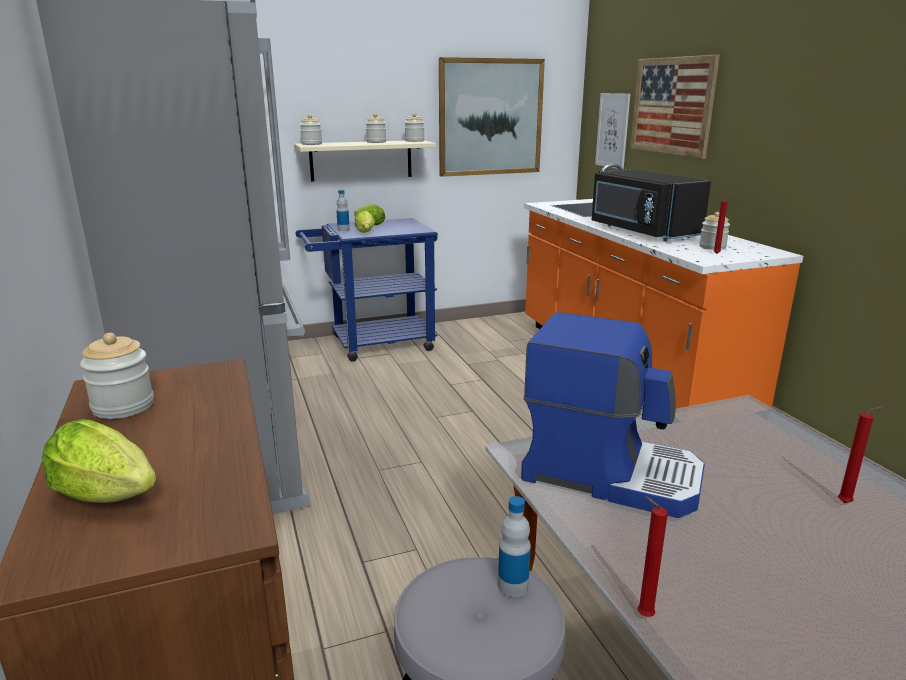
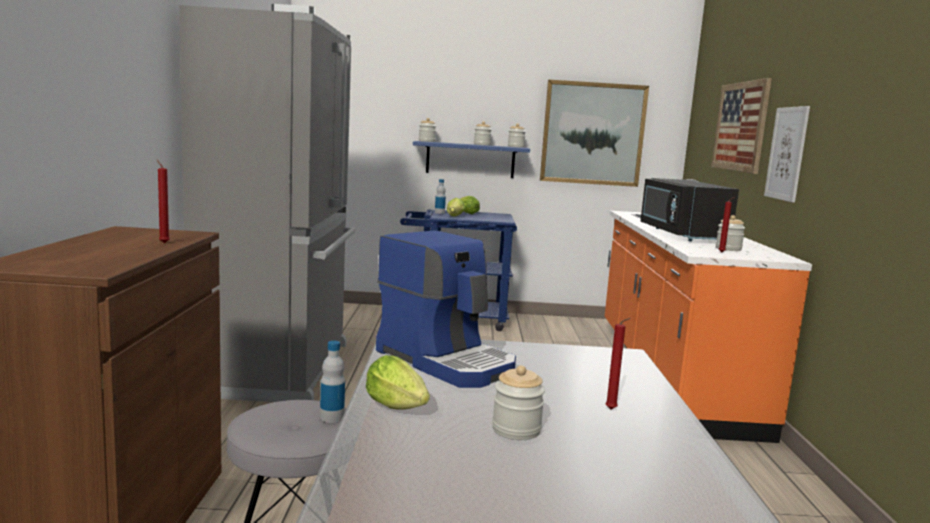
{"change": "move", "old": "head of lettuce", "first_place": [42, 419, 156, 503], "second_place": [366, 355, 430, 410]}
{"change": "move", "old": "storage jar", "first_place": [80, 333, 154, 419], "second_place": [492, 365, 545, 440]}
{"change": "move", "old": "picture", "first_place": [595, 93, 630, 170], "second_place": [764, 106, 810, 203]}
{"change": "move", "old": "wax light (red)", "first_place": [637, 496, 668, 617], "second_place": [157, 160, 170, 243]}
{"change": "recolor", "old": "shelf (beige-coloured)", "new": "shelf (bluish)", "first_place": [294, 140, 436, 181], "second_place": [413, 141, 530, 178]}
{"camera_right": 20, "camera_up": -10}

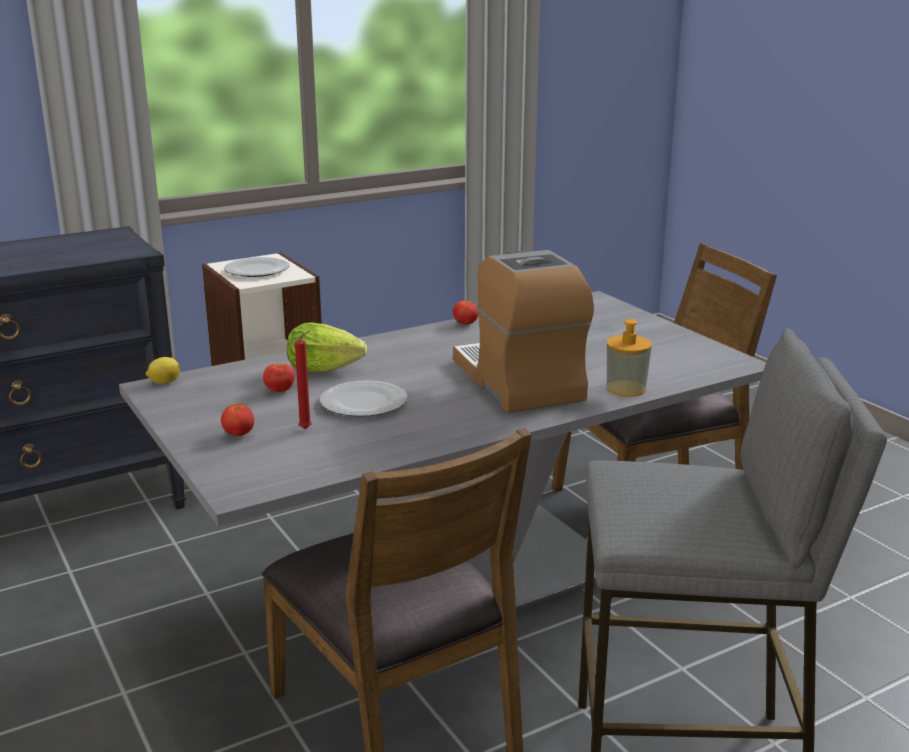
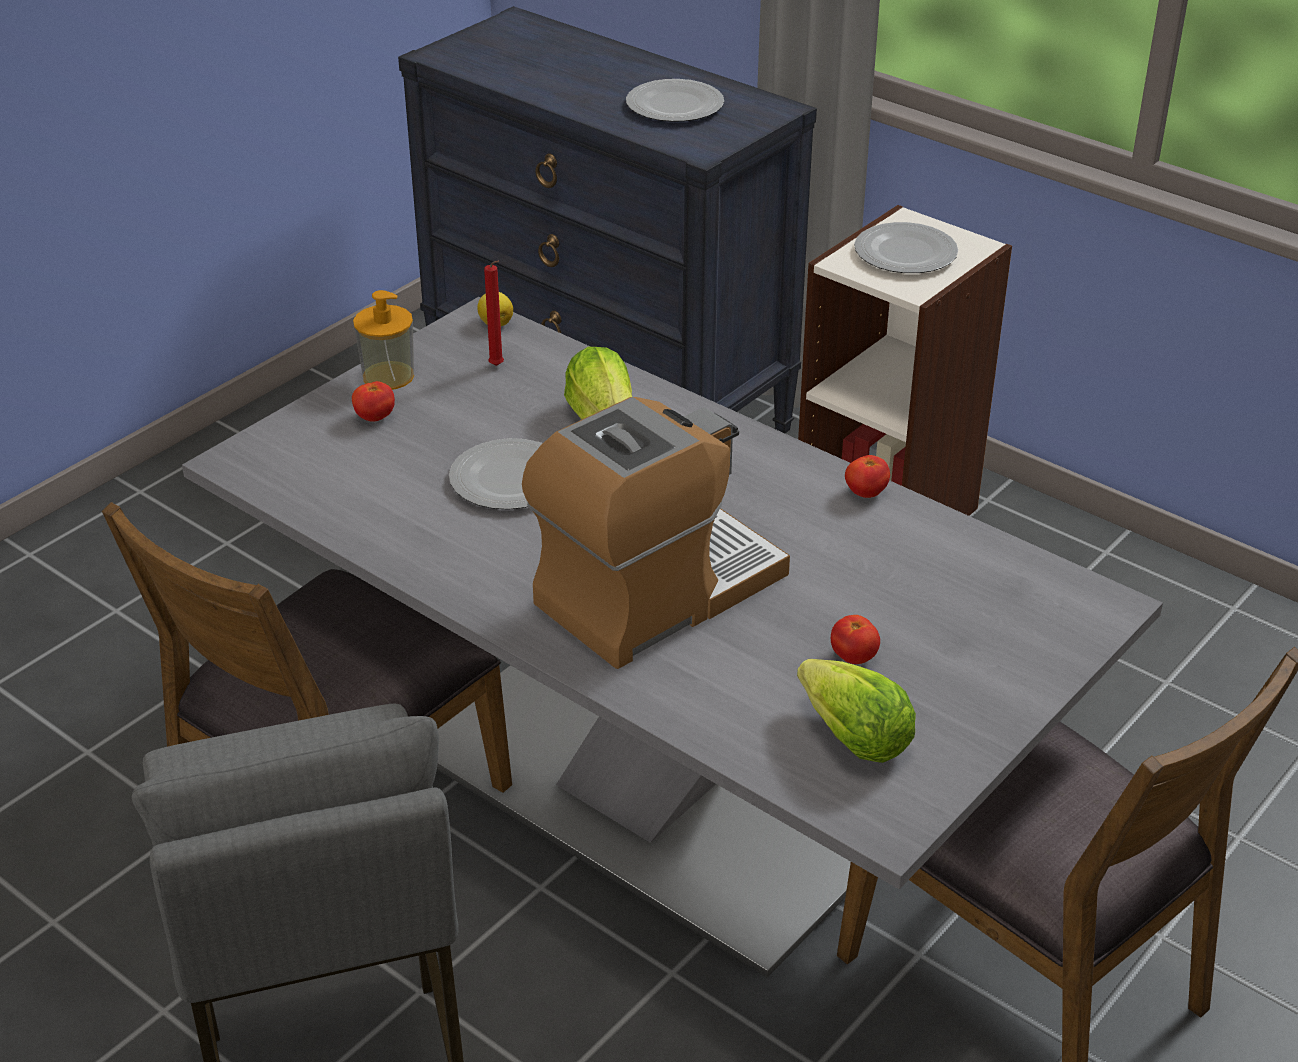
{"change": "insert", "new": "flat dish", "second_place": [626, 79, 724, 122]}
{"change": "insert", "new": "head of lettuce", "second_place": [797, 659, 916, 763]}
{"change": "move", "old": "whole tomato", "first_place": [263, 364, 295, 392], "second_place": [831, 615, 880, 664]}
{"change": "move", "old": "wax light (red)", "first_place": [295, 330, 311, 429], "second_place": [484, 261, 504, 366]}
{"change": "move", "old": "liquid soap bottle", "first_place": [607, 319, 652, 397], "second_place": [353, 290, 414, 390]}
{"camera_right": 70, "camera_up": 15}

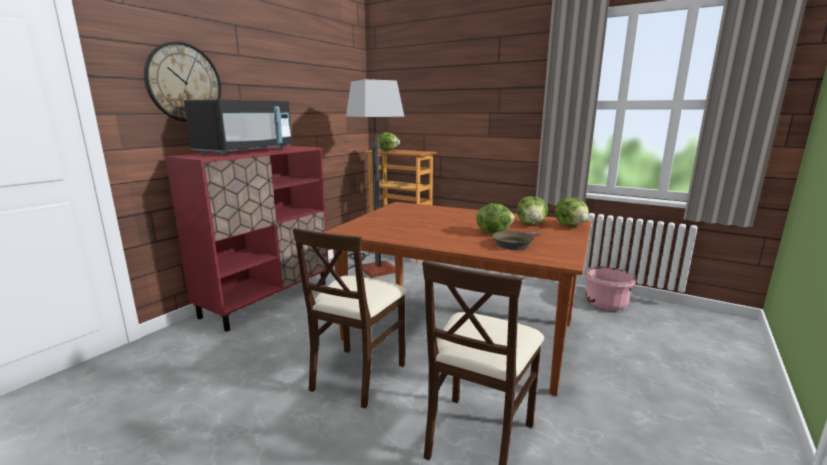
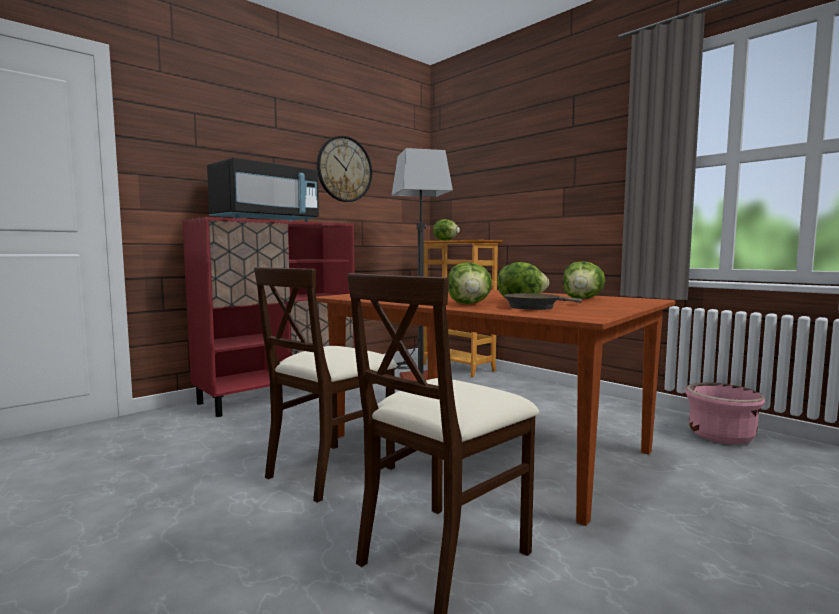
{"change": "move", "old": "wall clock", "first_place": [144, 42, 221, 122], "second_place": [317, 136, 372, 202]}
{"change": "move", "old": "head of lettuce", "first_place": [555, 197, 589, 226], "second_place": [448, 262, 492, 304]}
{"camera_right": 15, "camera_up": -10}

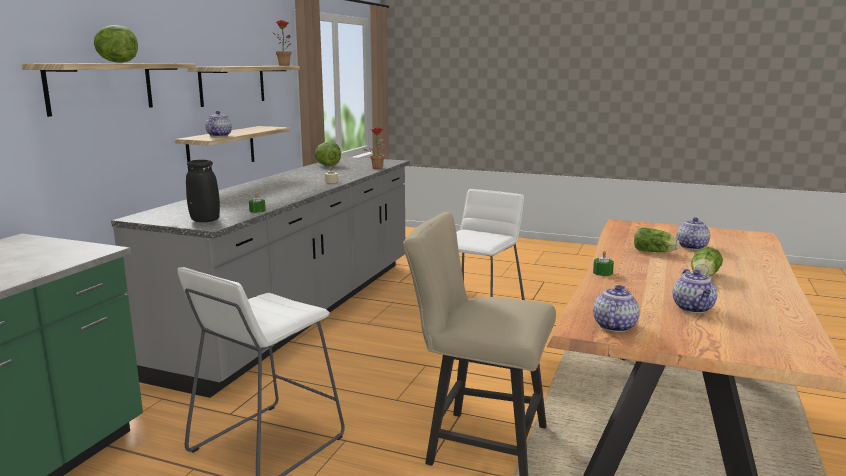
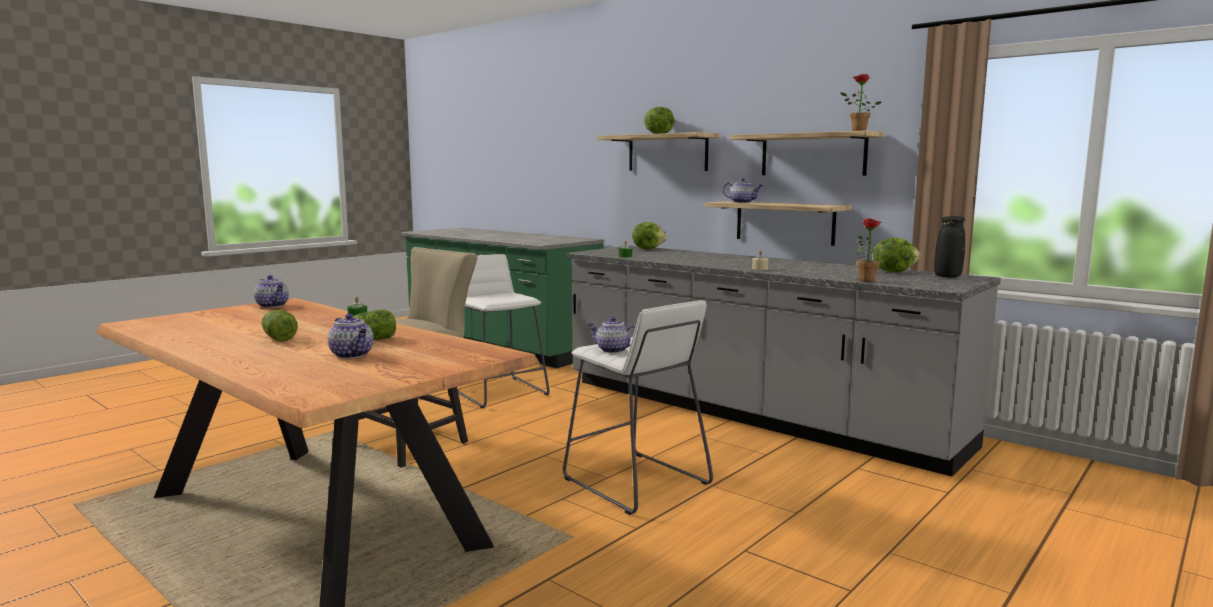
{"change": "insert", "new": "head of lettuce", "second_place": [632, 222, 667, 249]}
{"change": "move", "old": "vase (blackish)", "first_place": [186, 160, 220, 222], "second_place": [934, 216, 965, 278]}
{"change": "move", "old": "tea pot", "first_place": [672, 269, 717, 313], "second_place": [587, 317, 635, 353]}
{"camera_right": 110, "camera_up": -5}

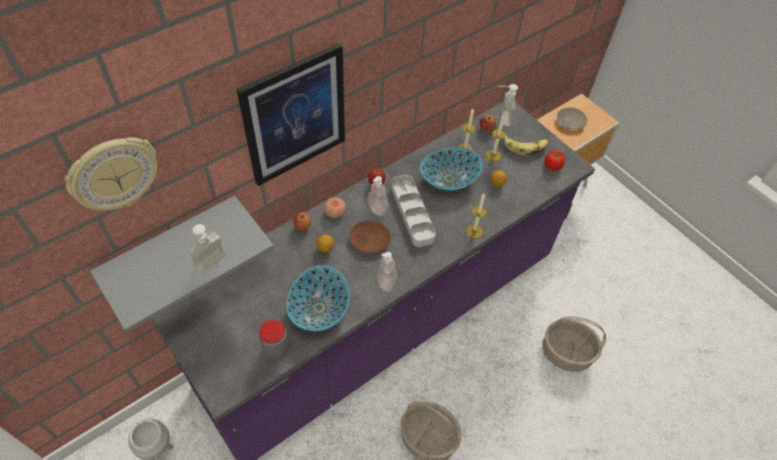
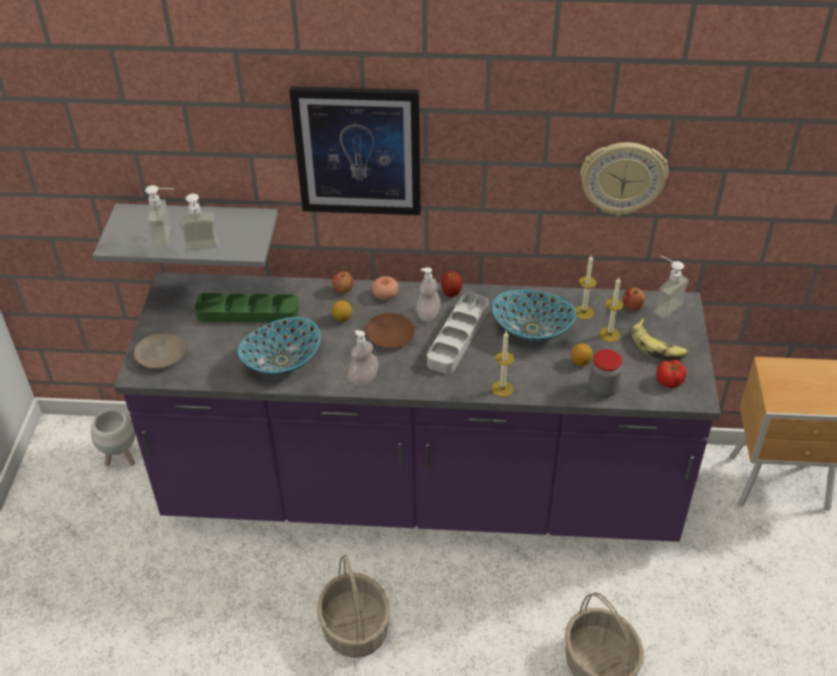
{"change": "insert", "new": "liquid soap bottle", "second_place": [145, 185, 174, 248]}
{"change": "insert", "new": "carrying tray (green)", "second_place": [194, 293, 299, 323]}
{"change": "move", "old": "wall clock", "first_place": [65, 137, 158, 210], "second_place": [580, 142, 669, 216]}
{"change": "move", "old": "storage jar", "first_place": [259, 320, 288, 358], "second_place": [589, 349, 622, 397]}
{"change": "move", "old": "flat dish (beige-coloured)", "first_place": [557, 107, 587, 129], "second_place": [134, 333, 185, 368]}
{"camera_right": 45, "camera_up": -10}

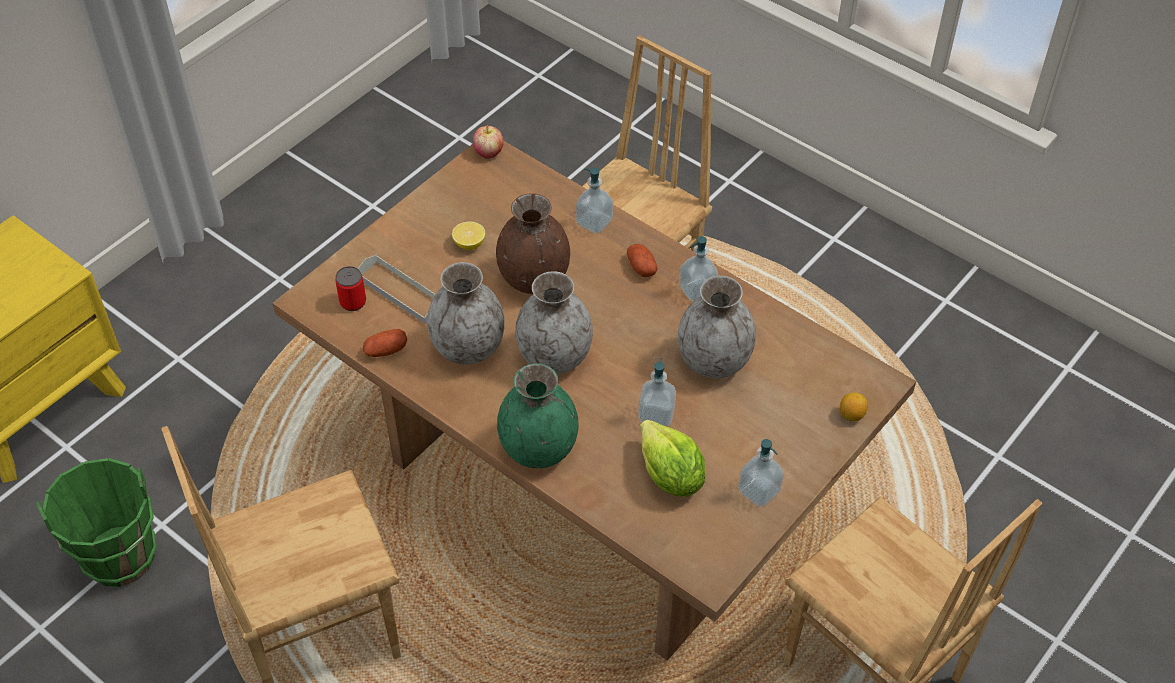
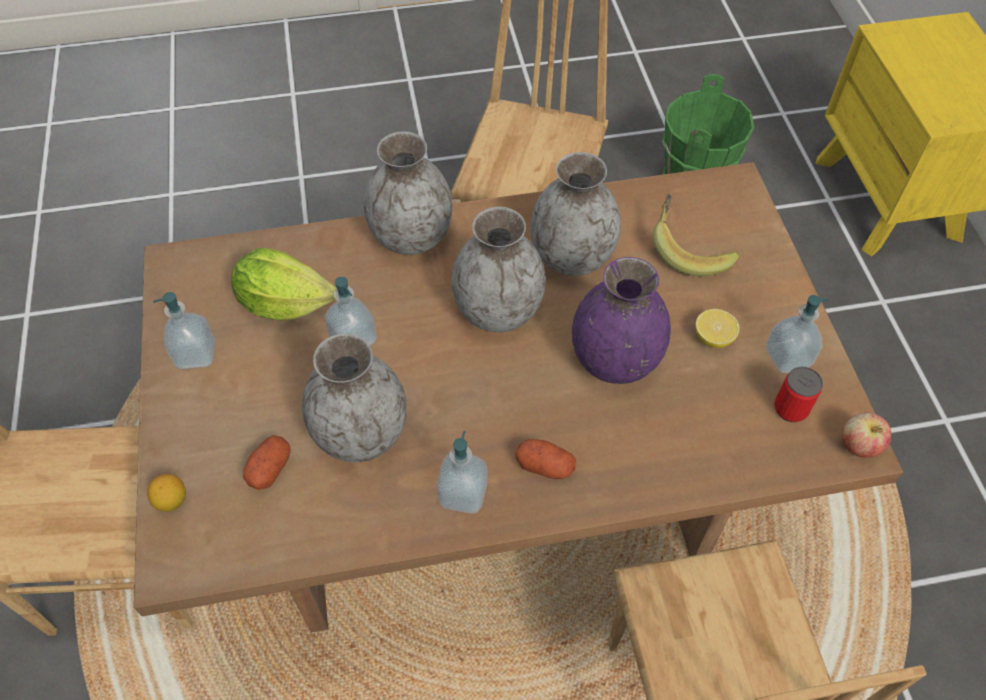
{"change": "move", "old": "metal can", "first_place": [335, 266, 366, 311], "second_place": [774, 367, 823, 422]}
{"change": "move", "old": "potato", "first_place": [363, 329, 407, 357], "second_place": [243, 435, 291, 490]}
{"change": "move", "old": "liquid soap bottle", "first_place": [576, 168, 613, 234], "second_place": [766, 295, 829, 374]}
{"change": "replace", "old": "carrying tray (grey)", "new": "banana", "first_place": [358, 255, 436, 324], "second_place": [652, 194, 739, 276]}
{"change": "recolor", "old": "vase (brown)", "new": "vase (purple)", "first_place": [496, 193, 570, 294], "second_place": [572, 257, 671, 384]}
{"change": "recolor", "old": "vase (green)", "new": "vase (grey)", "first_place": [497, 363, 578, 468], "second_place": [363, 131, 453, 255]}
{"camera_right": 130, "camera_up": 5}

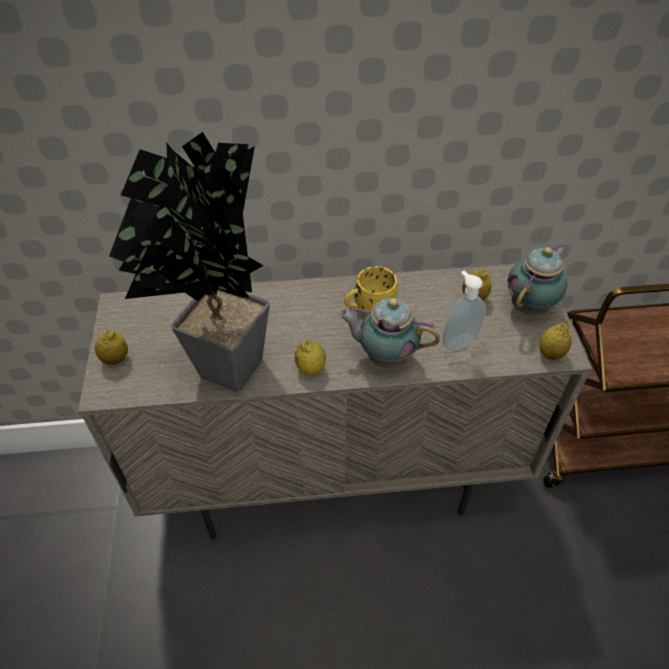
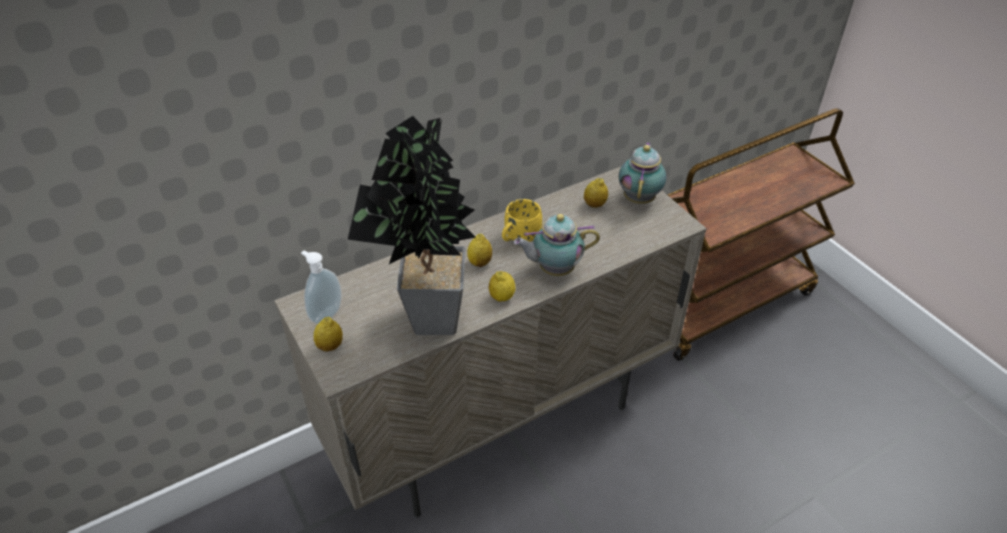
{"change": "move", "old": "liquid soap bottle", "first_place": [442, 271, 486, 351], "second_place": [301, 250, 342, 324]}
{"change": "move", "old": "citrus fruit", "first_place": [539, 323, 572, 360], "second_place": [467, 234, 492, 267]}
{"camera_right": -25, "camera_up": -5}

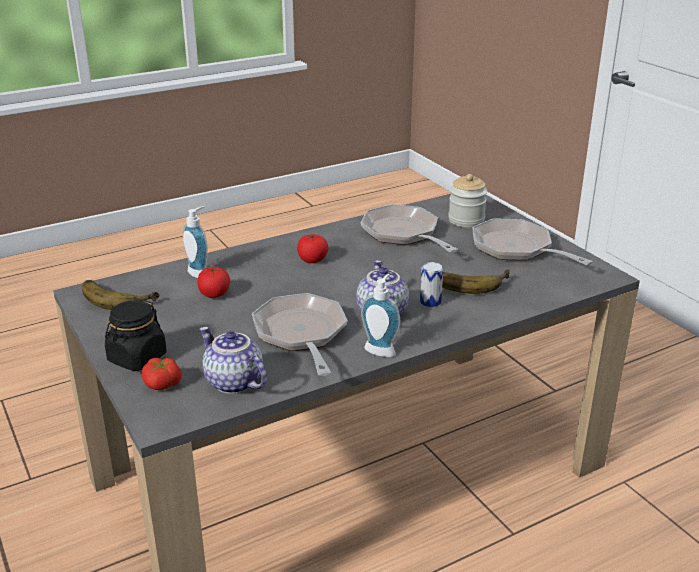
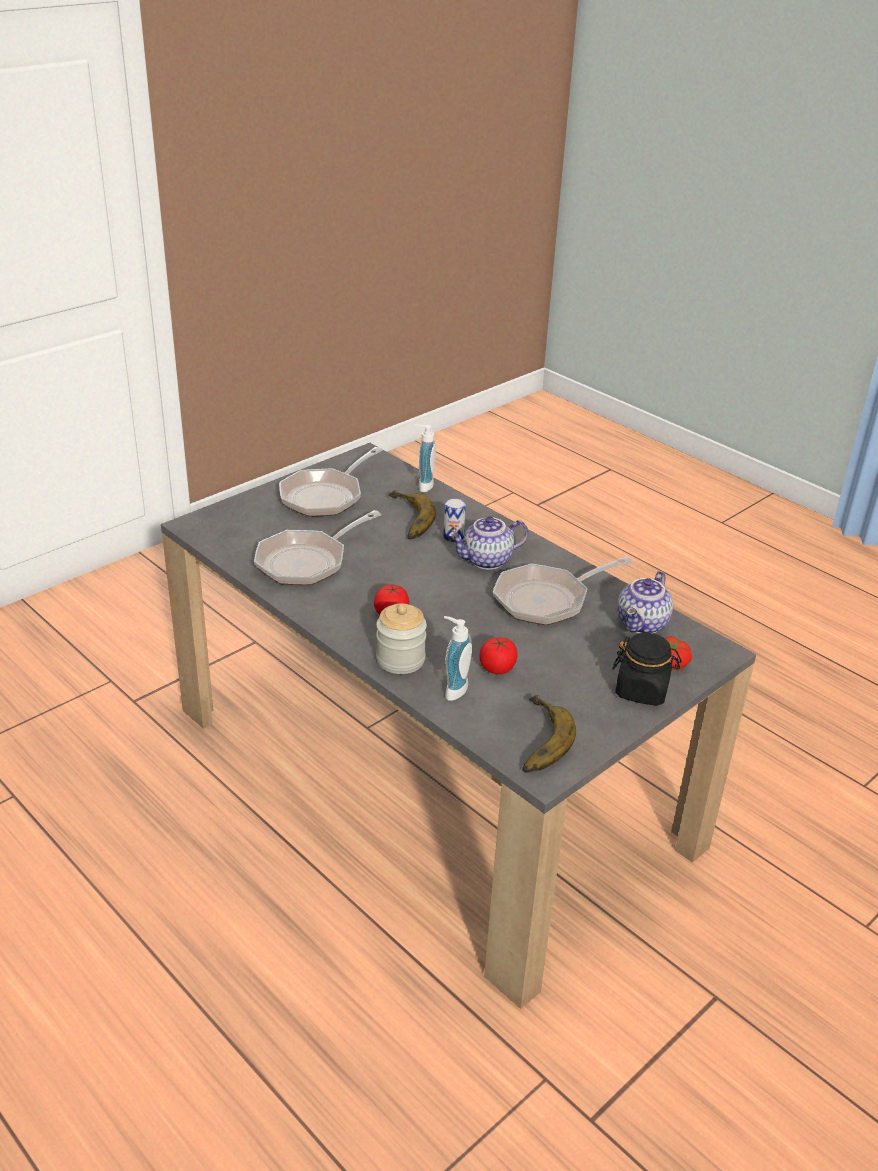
{"change": "move", "old": "liquid soap bottle", "first_place": [361, 274, 401, 357], "second_place": [414, 424, 436, 492]}
{"change": "move", "old": "storage jar", "first_place": [448, 174, 487, 228], "second_place": [376, 604, 427, 674]}
{"camera_right": -105, "camera_up": 5}

